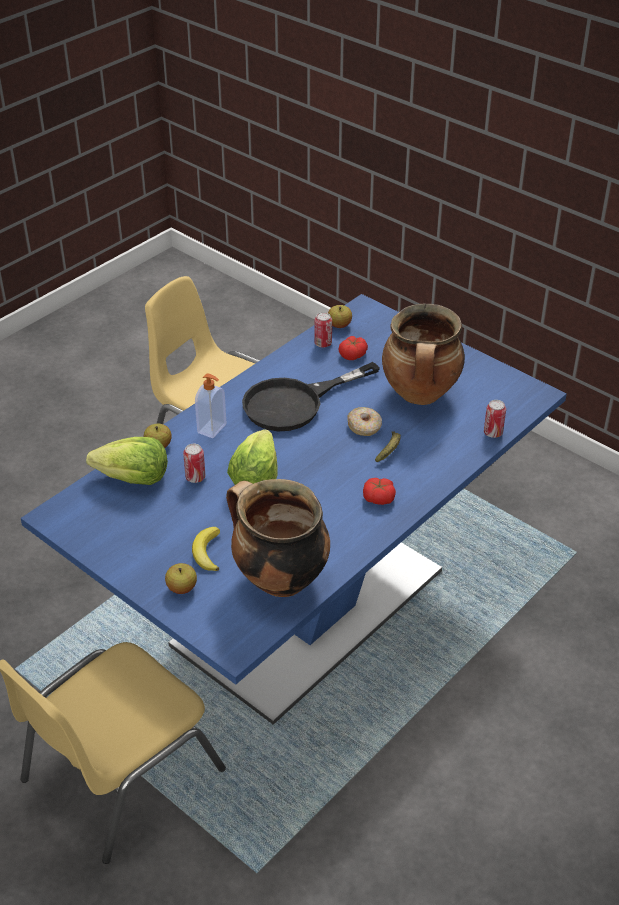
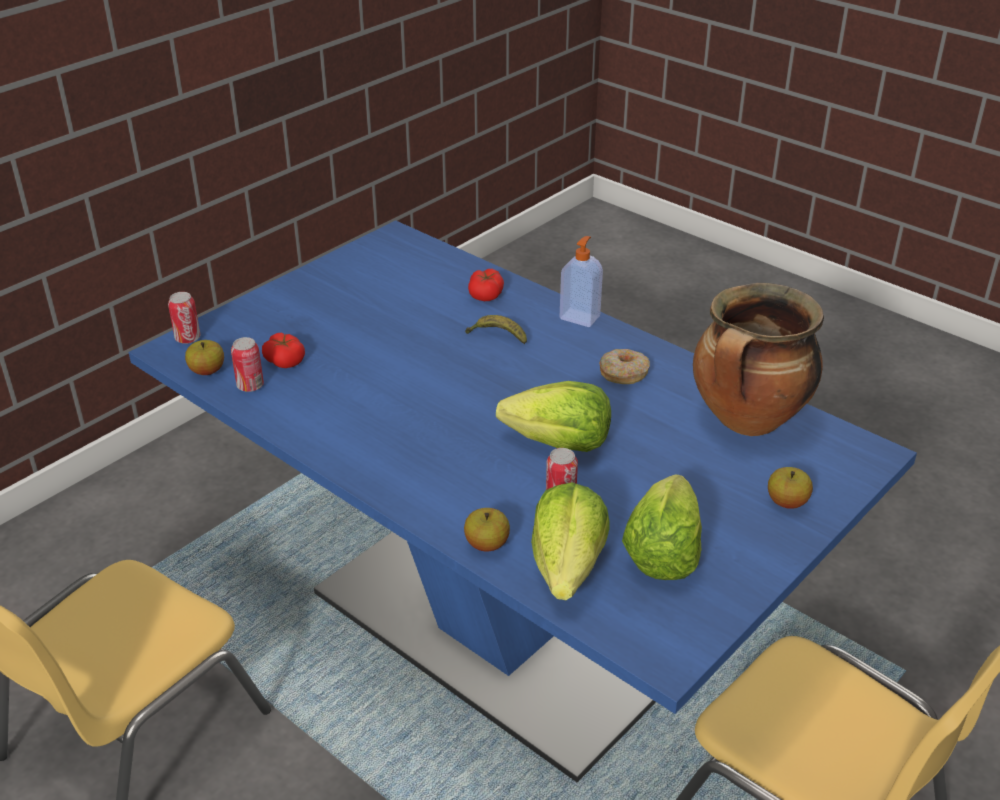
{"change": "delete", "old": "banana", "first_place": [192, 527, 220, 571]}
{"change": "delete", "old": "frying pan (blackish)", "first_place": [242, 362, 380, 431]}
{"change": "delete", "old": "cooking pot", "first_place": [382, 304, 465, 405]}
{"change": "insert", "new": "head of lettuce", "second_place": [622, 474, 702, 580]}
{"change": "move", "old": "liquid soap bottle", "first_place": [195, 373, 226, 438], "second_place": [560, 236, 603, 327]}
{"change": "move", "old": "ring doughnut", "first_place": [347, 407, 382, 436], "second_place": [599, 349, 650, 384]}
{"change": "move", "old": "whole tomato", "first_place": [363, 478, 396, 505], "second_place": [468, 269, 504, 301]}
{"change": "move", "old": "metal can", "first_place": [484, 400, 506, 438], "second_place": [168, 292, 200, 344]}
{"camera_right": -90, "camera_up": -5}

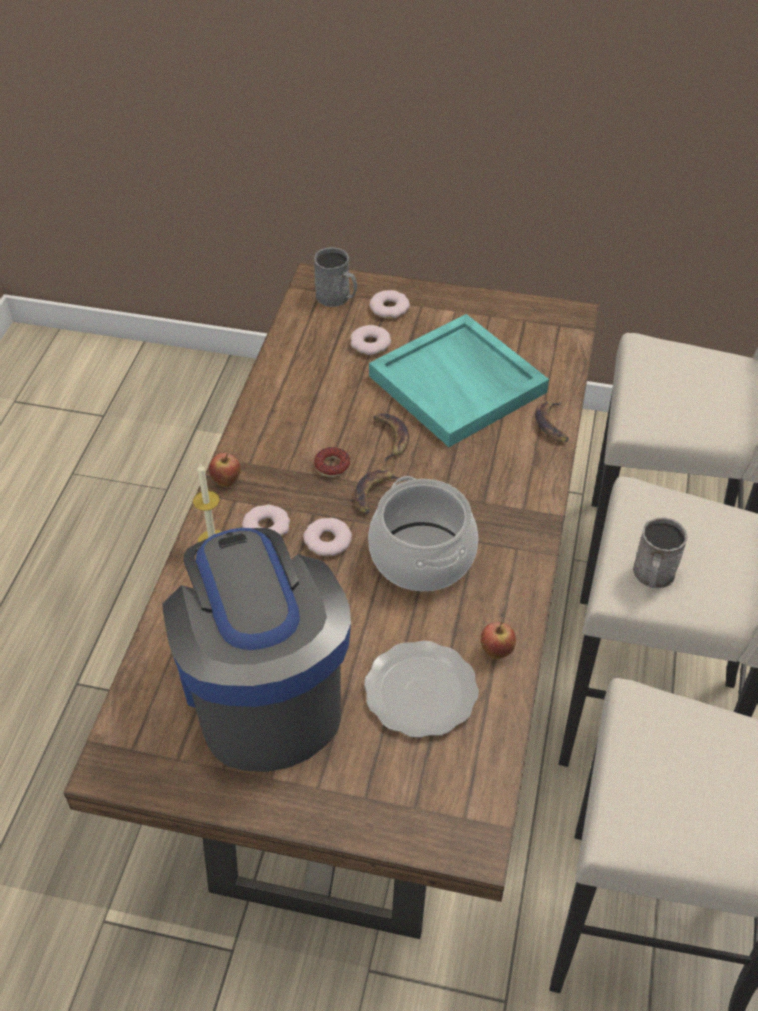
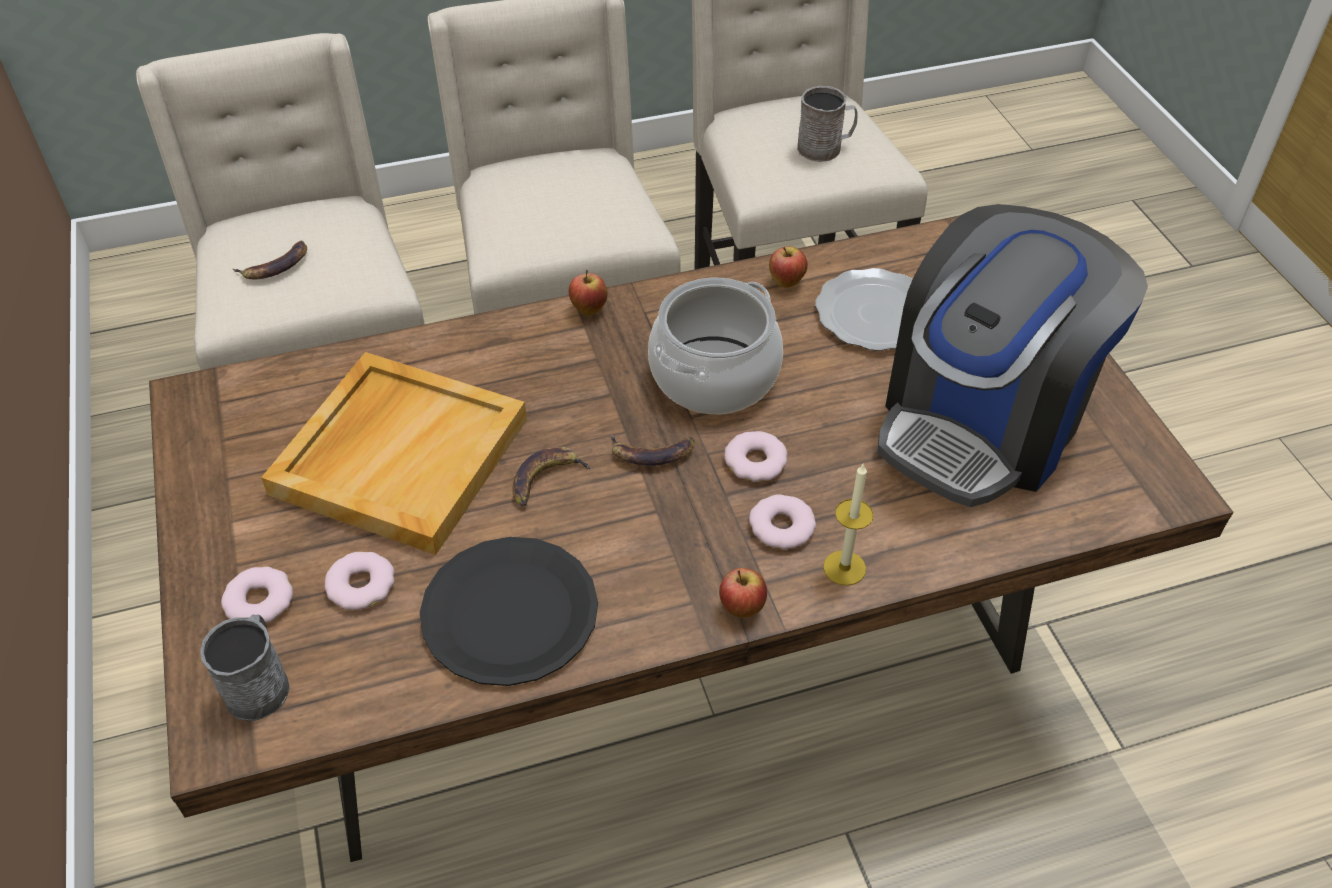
{"change": "delete", "old": "ring doughnut", "first_place": [314, 447, 350, 477]}
{"change": "insert", "new": "flat dish (blackish)", "second_place": [420, 537, 598, 686]}
{"change": "insert", "new": "apple", "second_place": [569, 270, 607, 316]}
{"change": "move", "old": "banana", "first_place": [535, 401, 569, 442], "second_place": [233, 240, 307, 279]}
{"change": "move", "old": "tea mug (grey)", "first_place": [633, 517, 687, 588], "second_place": [797, 86, 858, 162]}
{"change": "recolor", "old": "carrying tray (blue-green)", "new": "carrying tray (beige-coloured)", "first_place": [369, 314, 549, 447], "second_place": [261, 352, 527, 555]}
{"camera_right": -120, "camera_up": 0}

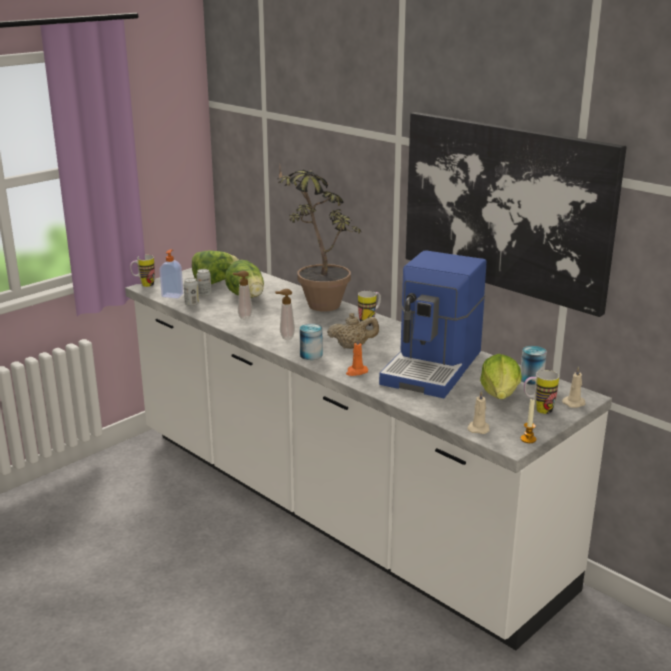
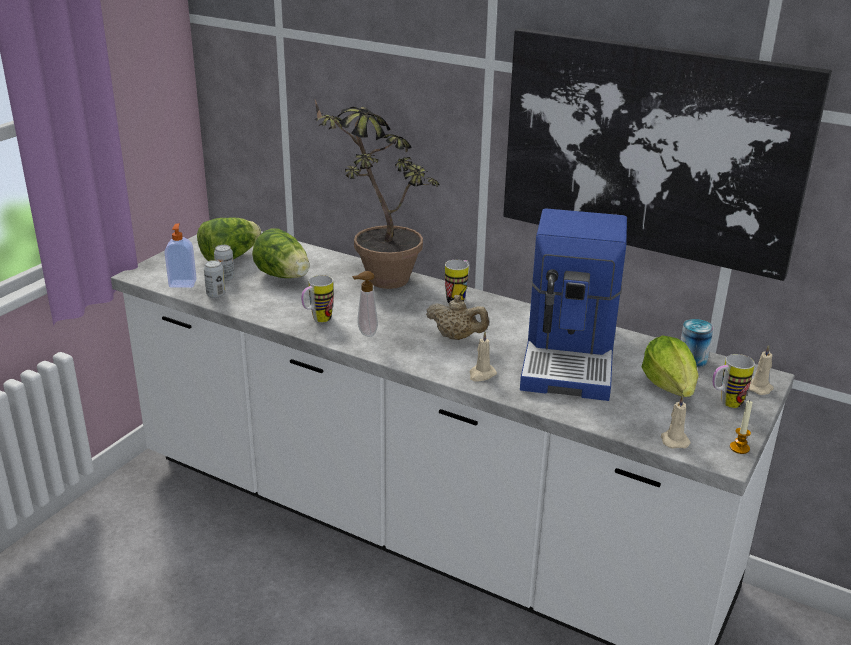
{"change": "delete", "old": "liquid soap bottle", "first_place": [233, 271, 252, 320]}
{"change": "delete", "old": "metal can", "first_place": [300, 324, 322, 360]}
{"change": "move", "old": "tea mug", "first_place": [130, 255, 155, 287], "second_place": [301, 275, 333, 322]}
{"change": "recolor", "old": "wax light (orange)", "new": "wax light (beige-coloured)", "first_place": [346, 337, 368, 376], "second_place": [469, 332, 497, 381]}
{"change": "rotate", "old": "tea pot (beige-coloured)", "first_place": [327, 313, 379, 349], "second_place": [426, 295, 489, 340], "degrees": 45}
{"camera_right": -15, "camera_up": 5}

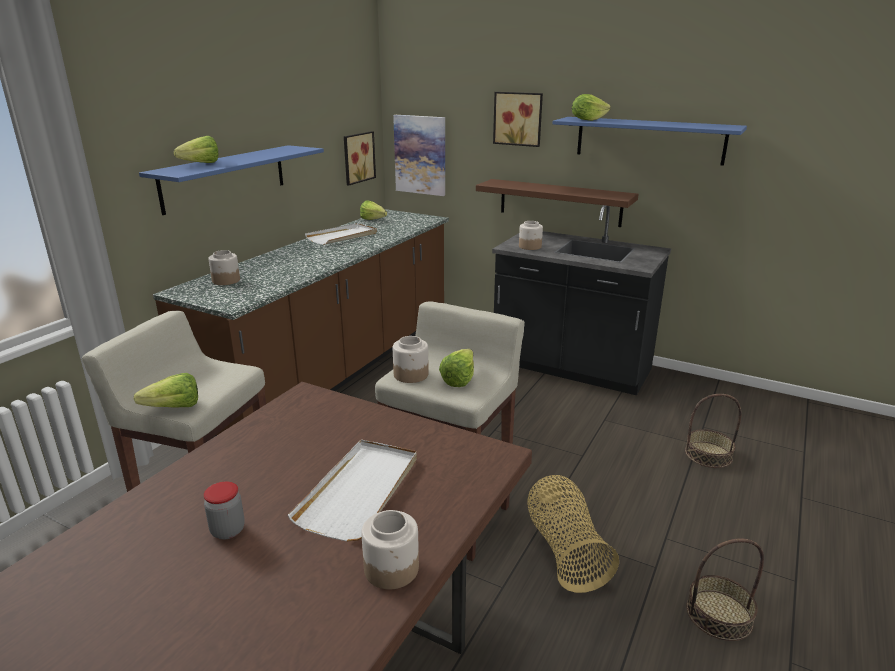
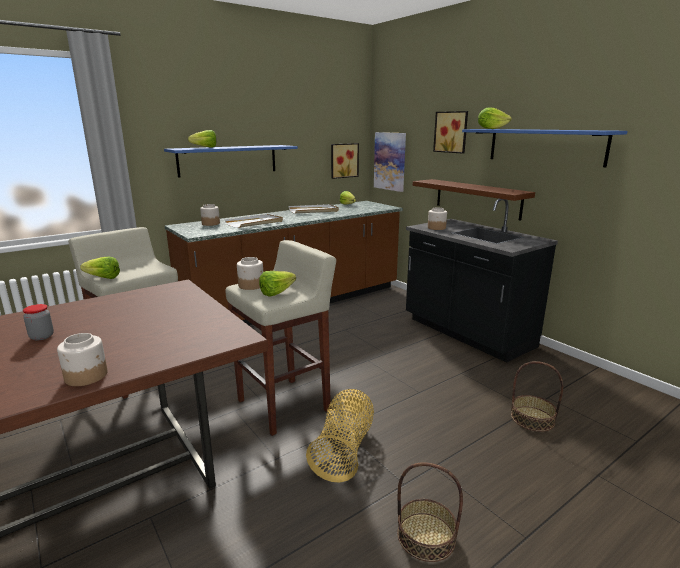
{"change": "move", "old": "carrying tray (white)", "first_place": [288, 439, 417, 541], "second_place": [225, 214, 283, 228]}
{"camera_right": 25, "camera_up": -5}

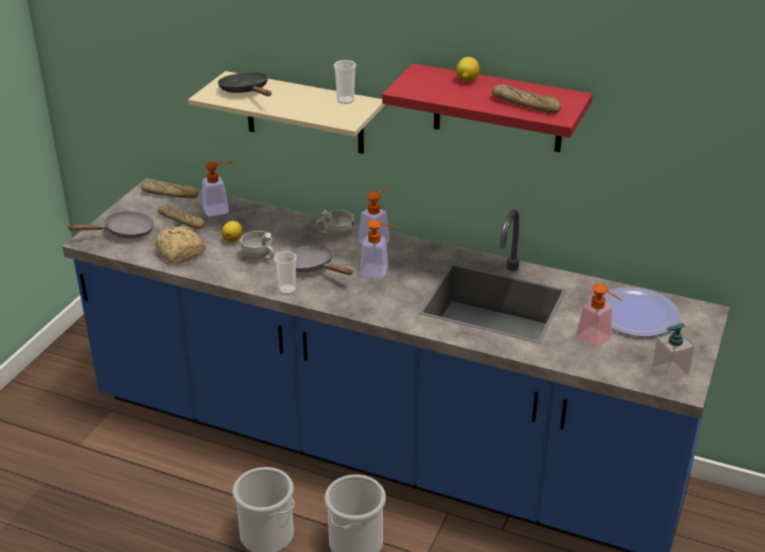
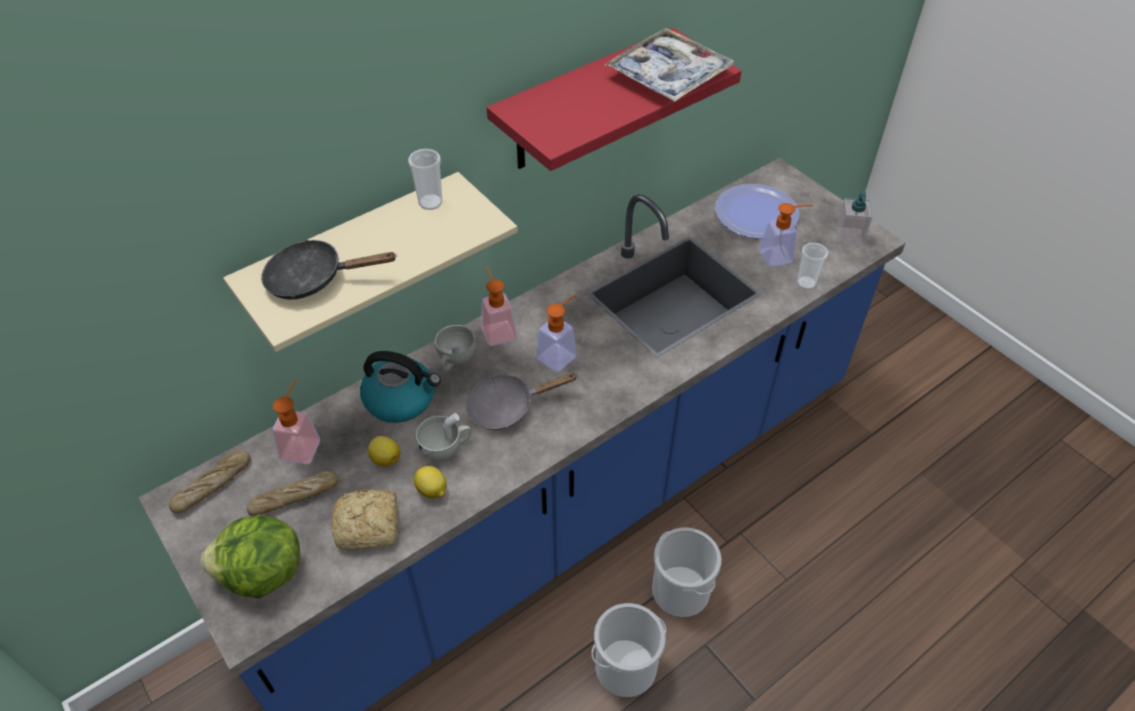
{"change": "insert", "new": "water kettle", "second_place": [360, 351, 441, 423]}
{"change": "move", "old": "small cup", "first_place": [274, 251, 297, 295], "second_place": [797, 243, 828, 290]}
{"change": "move", "old": "citrus fruit", "first_place": [456, 57, 480, 82], "second_place": [414, 466, 446, 499]}
{"change": "replace", "old": "frying pan (grey)", "new": "head of lettuce", "first_place": [68, 211, 154, 238], "second_place": [201, 516, 300, 598]}
{"change": "replace", "old": "baked bread", "new": "carrying tray", "first_place": [492, 84, 561, 113], "second_place": [605, 28, 734, 102]}
{"camera_right": -60, "camera_up": 15}

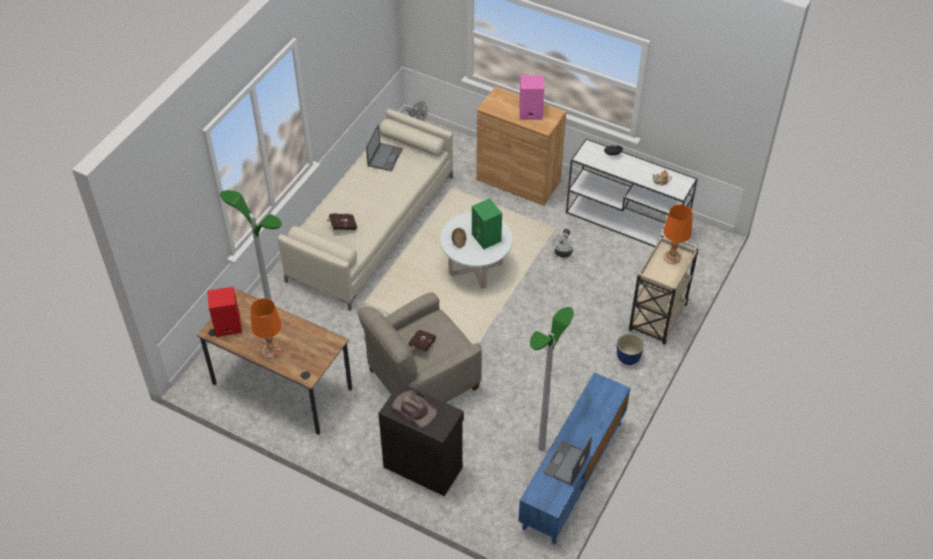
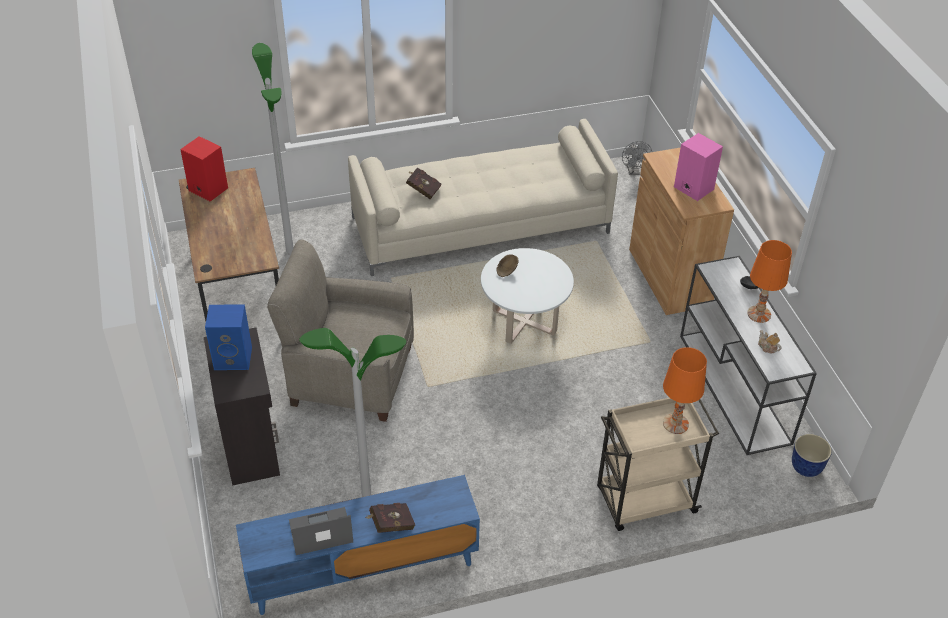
{"change": "delete", "old": "portable computer", "first_place": [366, 124, 403, 172]}
{"change": "delete", "old": "audio speaker (green)", "first_place": [472, 198, 502, 249]}
{"change": "delete", "old": "electric fan (white)", "first_place": [551, 229, 574, 258]}
{"change": "move", "old": "tabletop lamp (orange)", "first_place": [250, 298, 281, 359], "second_place": [747, 240, 792, 323]}
{"change": "move", "old": "volume (red)", "first_place": [408, 330, 436, 352], "second_place": [365, 503, 415, 533]}
{"change": "move", "old": "flower pot", "first_place": [617, 333, 644, 365], "second_place": [792, 434, 832, 477]}
{"change": "replace", "old": "wearable hat (brown)", "new": "audio speaker (bluish)", "first_place": [392, 390, 437, 427], "second_place": [205, 304, 252, 370]}
{"camera_right": 45, "camera_up": -5}

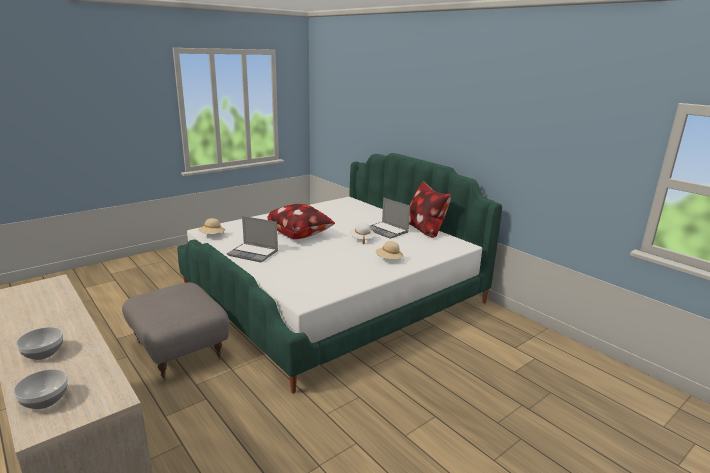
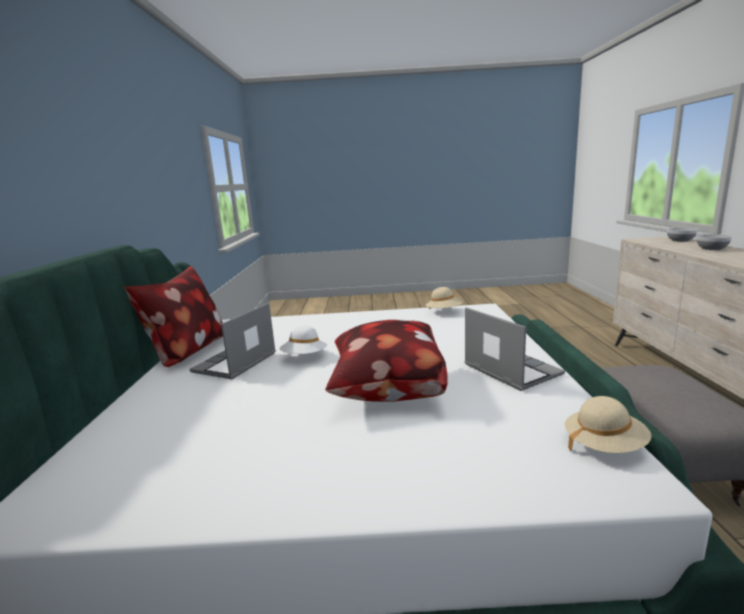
{"change": "move", "old": "wearable hat (beige-coloured)", "first_place": [376, 241, 403, 259], "second_place": [426, 287, 463, 309]}
{"change": "rotate", "old": "portable computer", "first_place": [370, 198, 410, 239], "second_place": [190, 303, 276, 379], "degrees": -150}
{"camera_right": -140, "camera_up": -5}

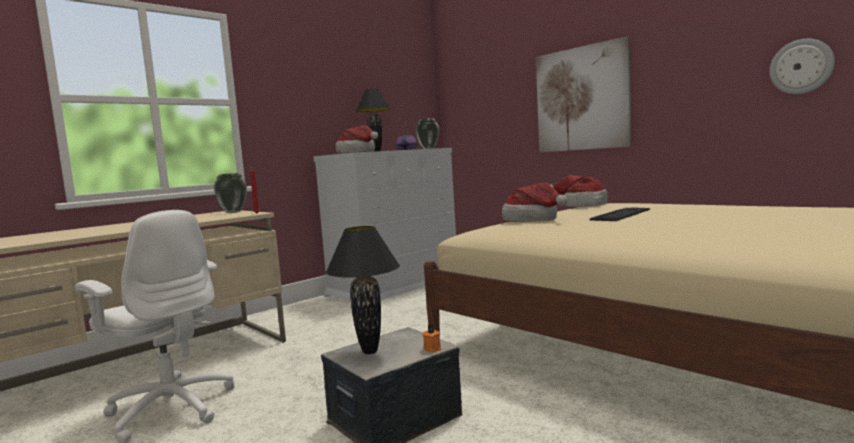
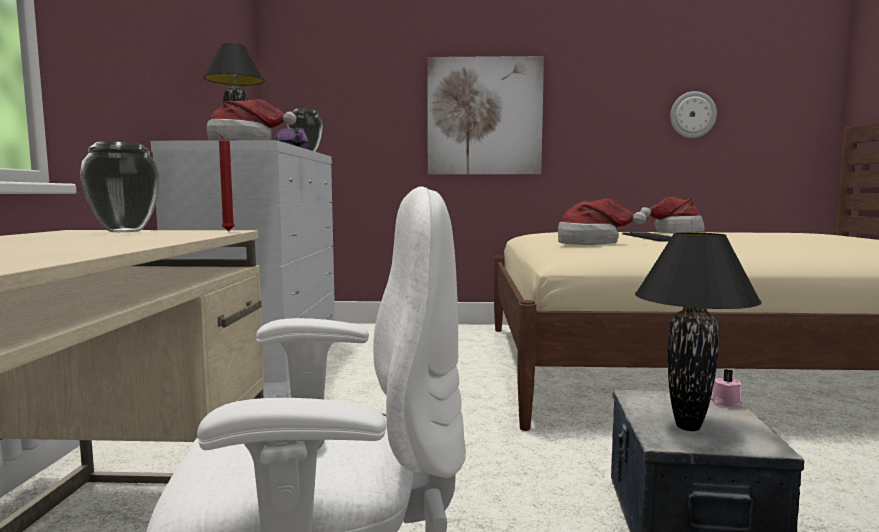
{"change": "move", "old": "wearable hat", "first_place": [550, 175, 607, 207], "second_place": [640, 197, 705, 233]}
{"change": "recolor", "old": "wax light (orange)", "new": "wax light (pink)", "first_place": [422, 324, 441, 352], "second_place": [711, 369, 741, 407]}
{"camera_right": -45, "camera_up": 0}

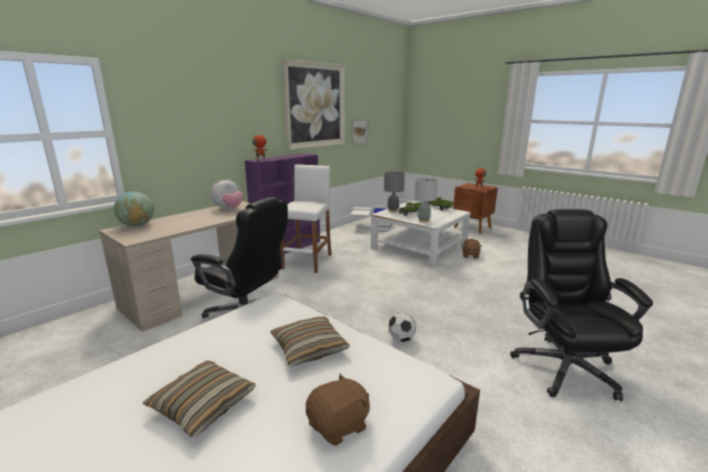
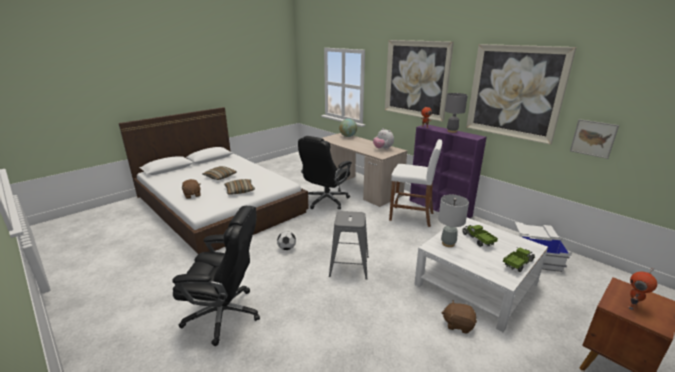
{"change": "insert", "new": "stool seat (grey)", "second_place": [329, 211, 369, 280]}
{"change": "insert", "new": "picture", "second_place": [385, 40, 454, 122]}
{"change": "move", "old": "tabletop lamp (grey)", "first_place": [384, 171, 405, 212], "second_place": [445, 93, 468, 133]}
{"camera_right": 95, "camera_up": 5}

